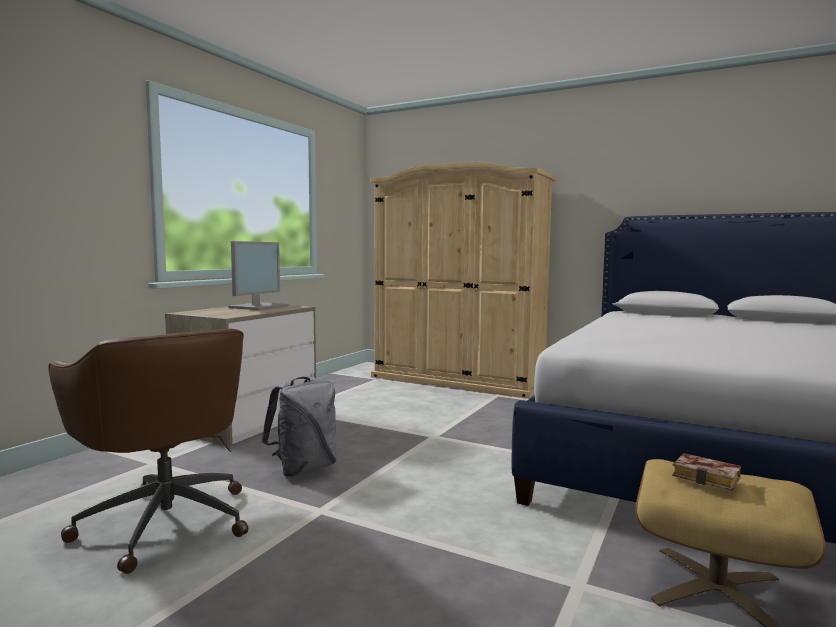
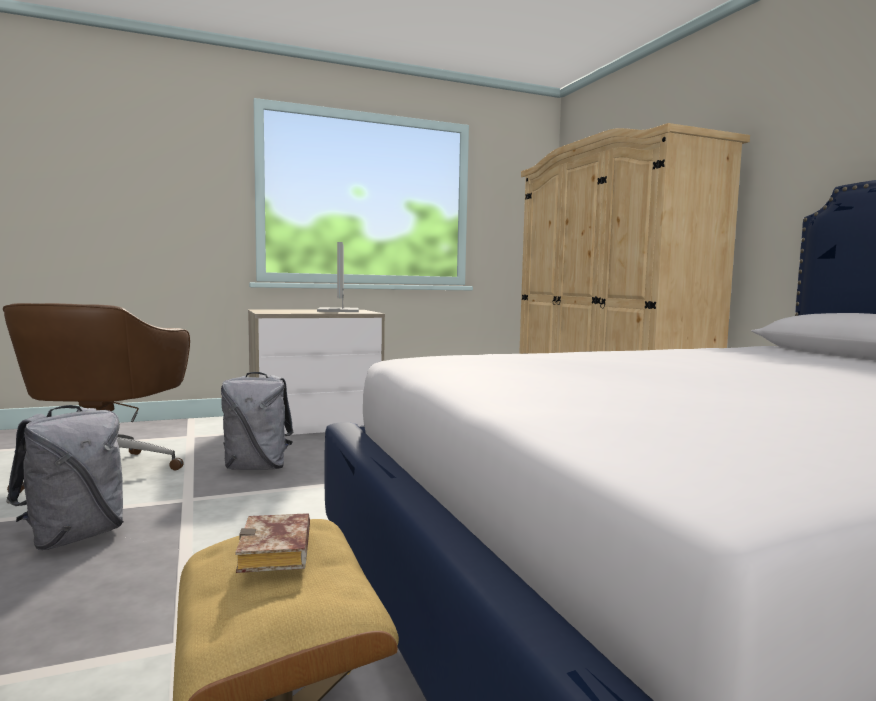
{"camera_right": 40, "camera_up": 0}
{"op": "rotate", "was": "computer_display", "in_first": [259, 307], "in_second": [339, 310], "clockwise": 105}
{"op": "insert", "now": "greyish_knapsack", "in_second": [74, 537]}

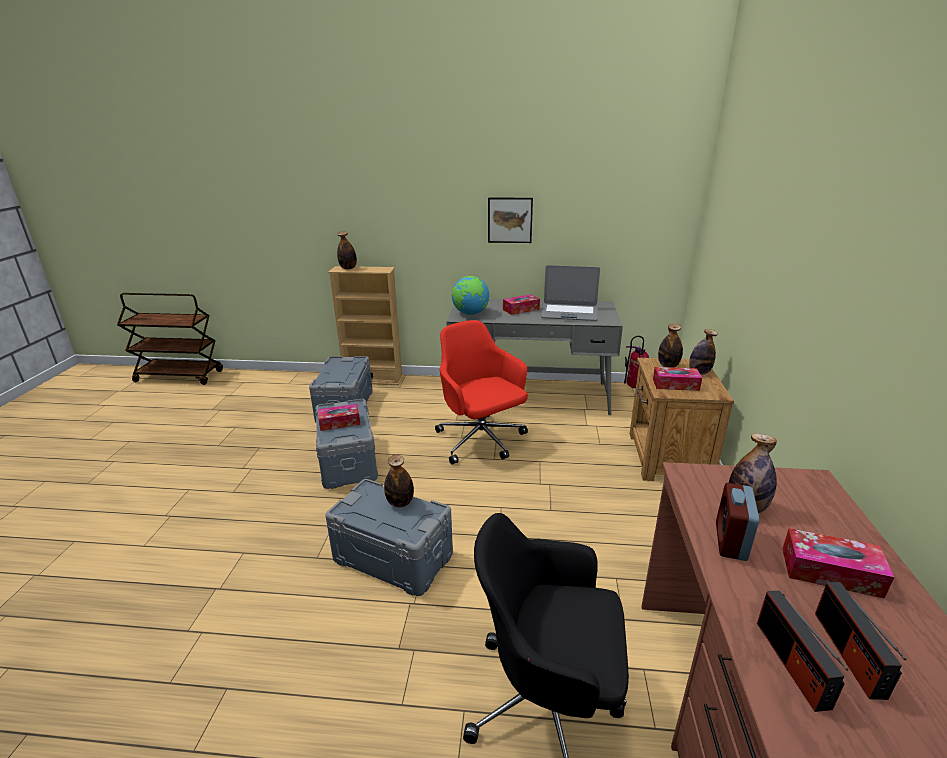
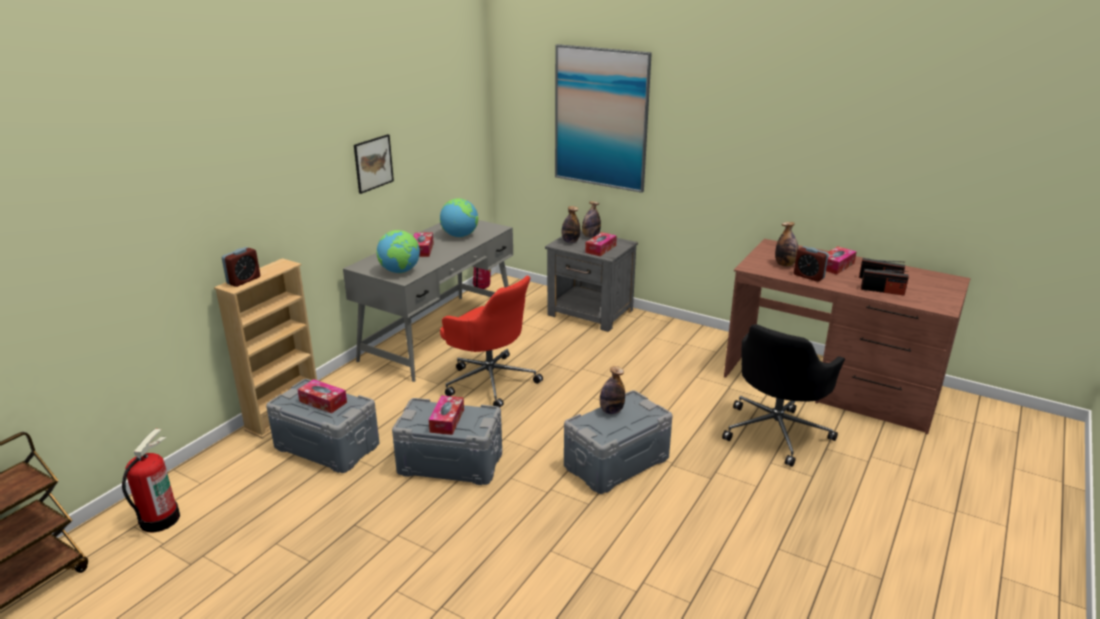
{"camera_right": -65, "camera_up": 0}
{"op": "replace", "was": "drink_bottle", "now": "bedside_clock", "in_first": [348, 268], "in_second": [244, 280]}
{"op": "rotate", "was": "red-coloured_computer_chair", "in_first": [481, 440], "in_second": [490, 380], "clockwise": -135}
{"op": "replace", "was": "laptop", "now": "world_globe", "in_first": [569, 313], "in_second": [460, 236]}
{"op": "recolor", "was": "brown-coloured_nightstand", "now": "greyish_nightstand", "in_first": [667, 457], "in_second": [590, 313]}
{"op": "insert", "now": "fire_extinguisher", "in_second": [159, 519]}
{"op": "insert", "now": "tissue_box", "in_second": [323, 402]}
{"op": "insert", "now": "picture", "in_second": [601, 118]}

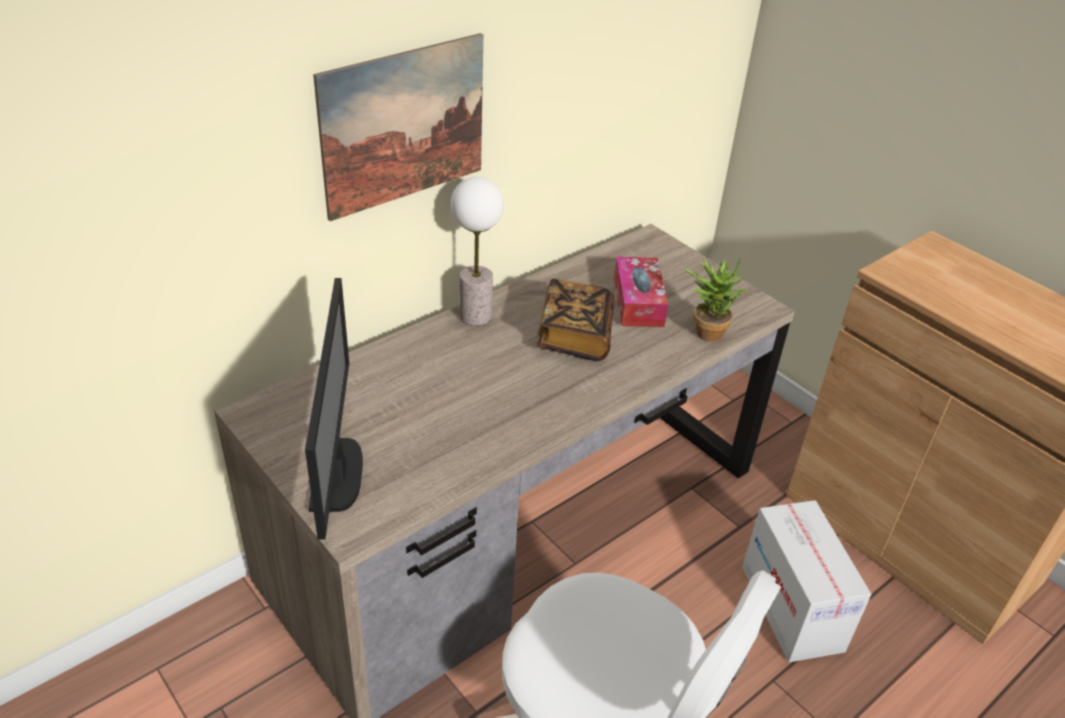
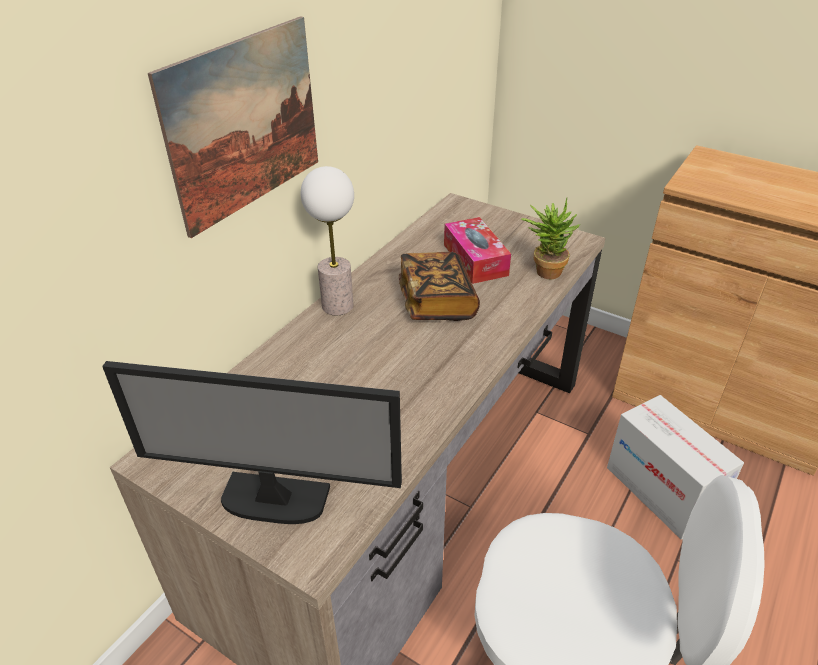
{"camera_right": -15, "camera_up": 0}
{"op": "rotate", "was": "computer_display", "in_first": [338, 475], "in_second": [274, 500], "clockwise": 120}

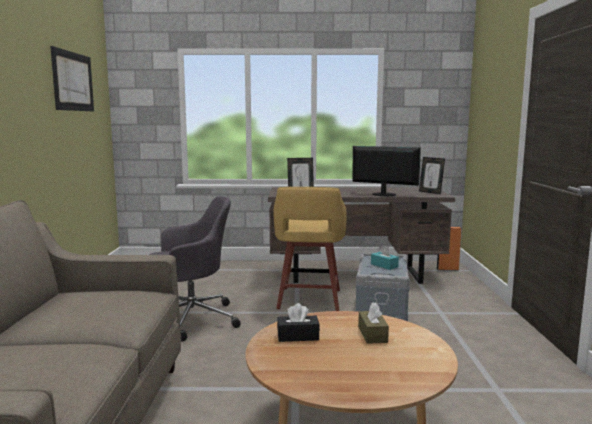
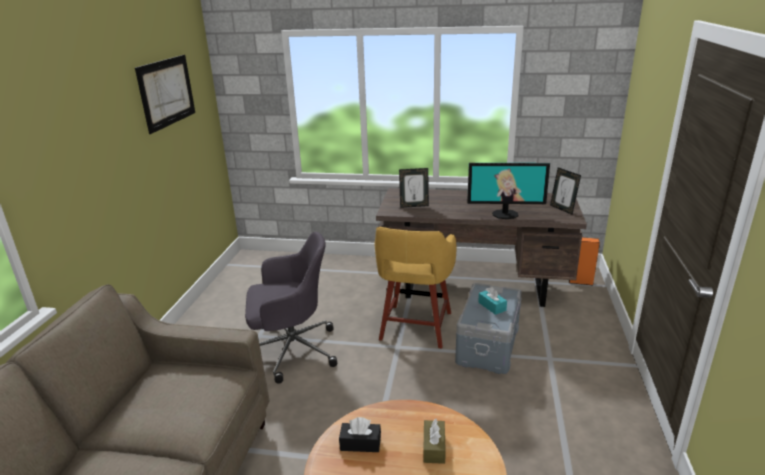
{"camera_right": 10, "camera_up": 15}
{"op": "rotate", "was": "computer_display", "in_first": [383, 194], "in_second": [505, 214], "clockwise": 150}

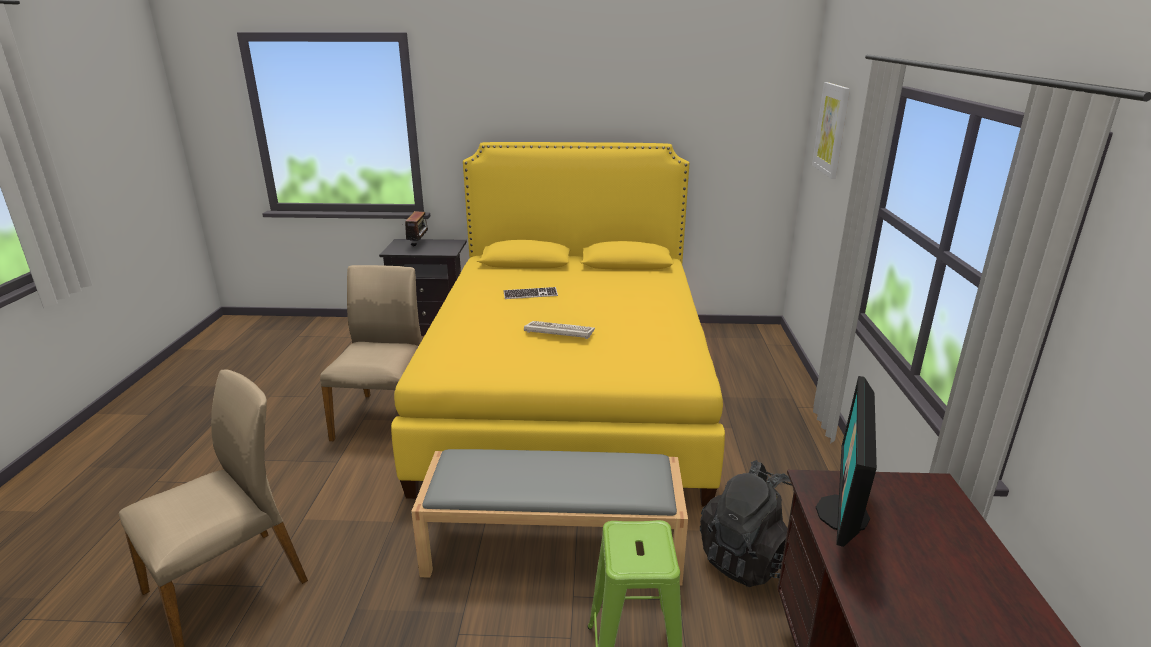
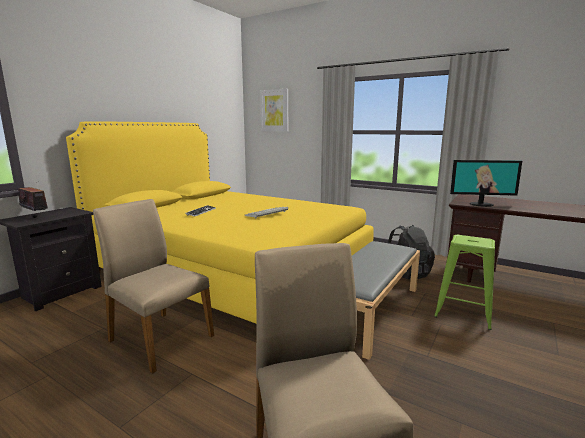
{"camera_right": -60, "camera_up": -10}
{"op": "rotate", "was": "computer_display", "in_first": [843, 514], "in_second": [481, 204], "clockwise": -45}

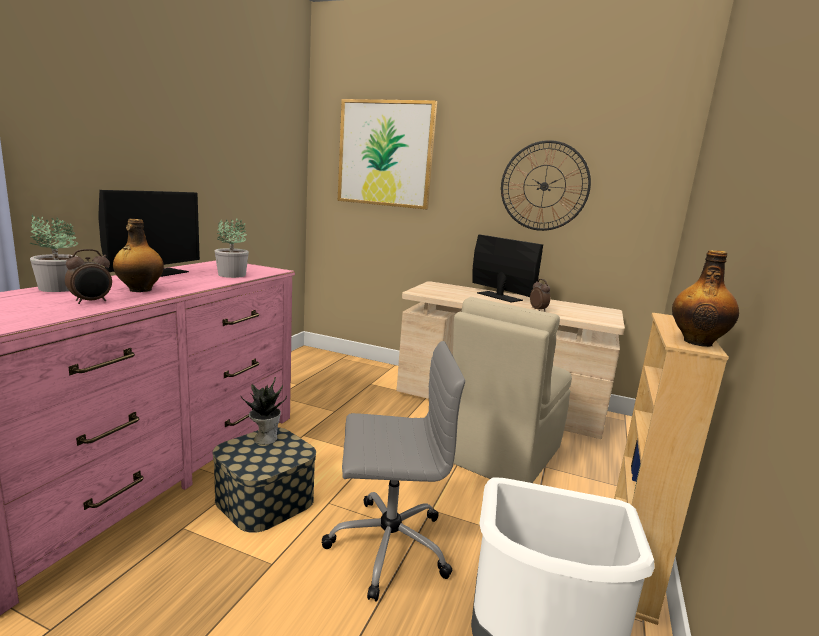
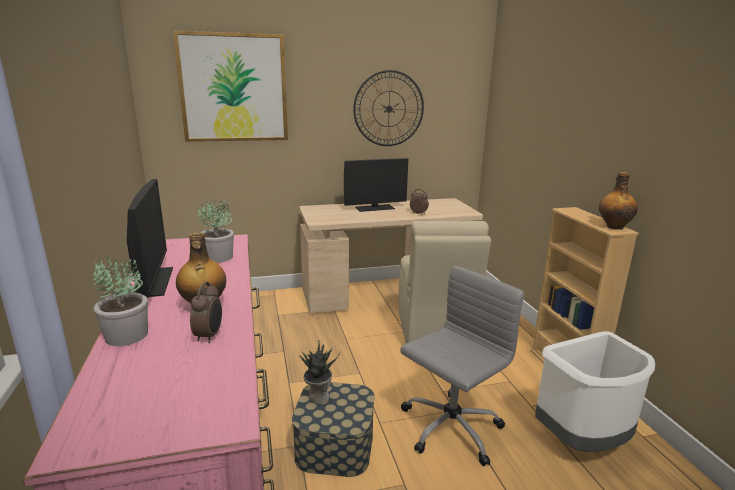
{"camera_right": -35, "camera_up": 5}
{"op": "rotate", "was": "computer_display", "in_first": [499, 296], "in_second": [374, 208], "clockwise": 150}

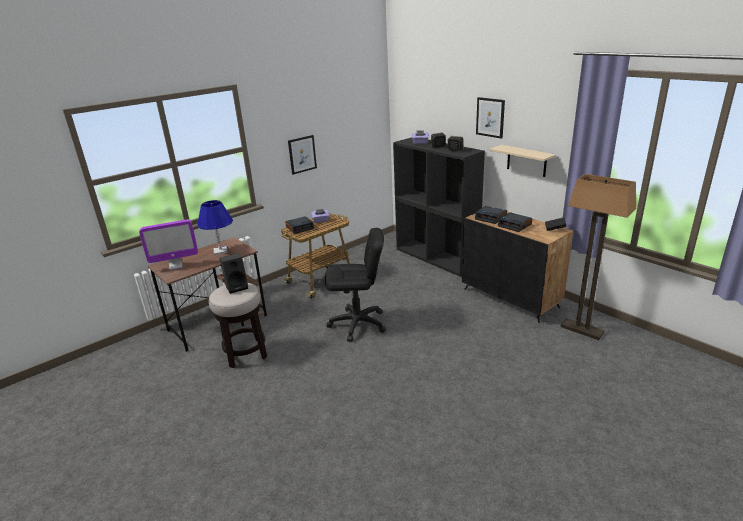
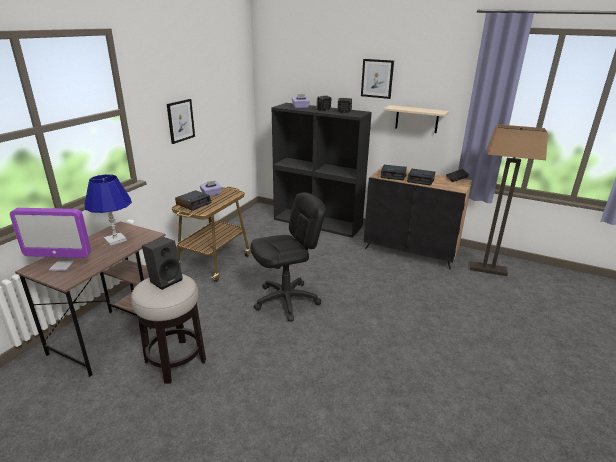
{"camera_right": -25, "camera_up": 0}
{"op": "rotate", "was": "computer_display", "in_first": [175, 266], "in_second": [62, 266], "clockwise": 45}

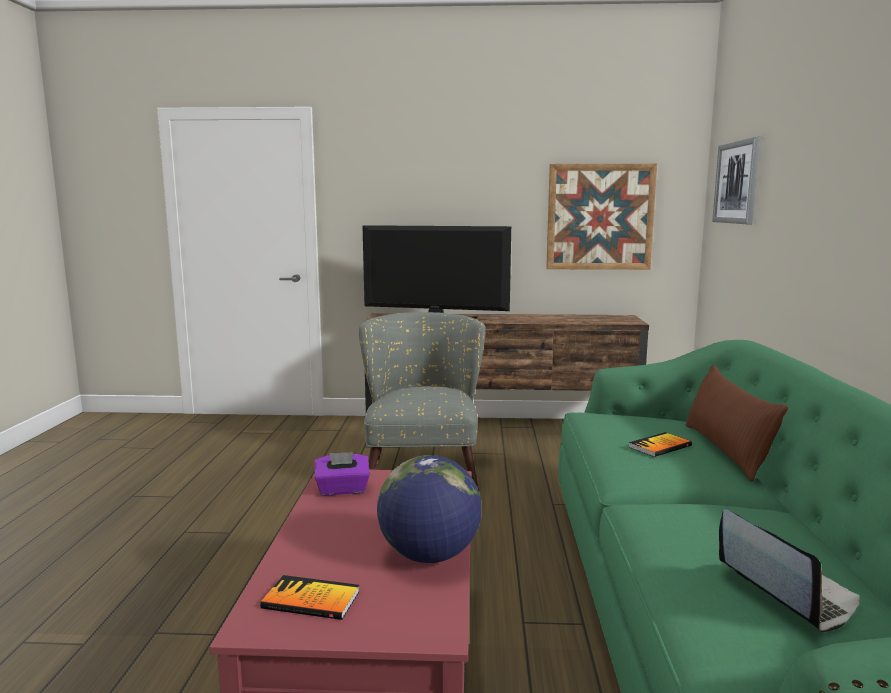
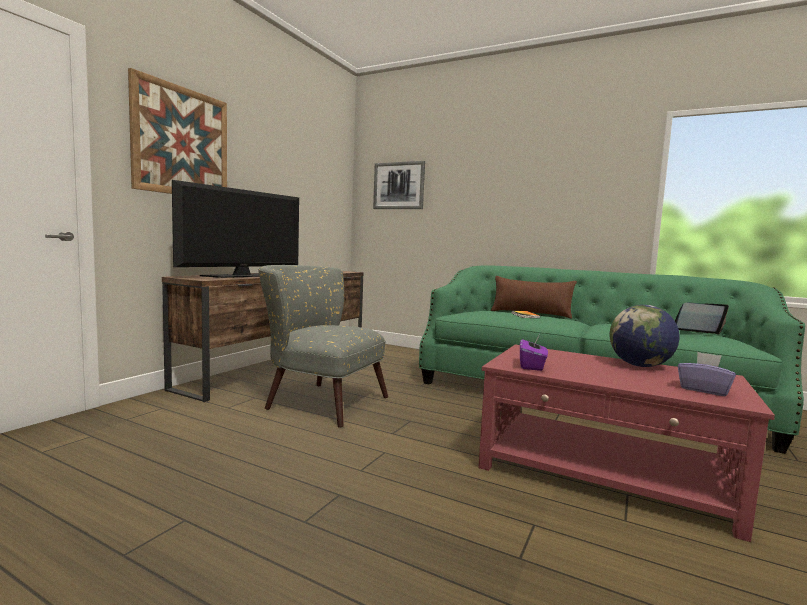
{"camera_right": -65, "camera_up": -5}
{"op": "replace", "was": "bound_book", "now": "purplish_tissue_box", "in_first": [311, 600], "in_second": [704, 390]}
{"op": "move", "was": "picture", "in_first": [600, 217], "in_second": [181, 142]}

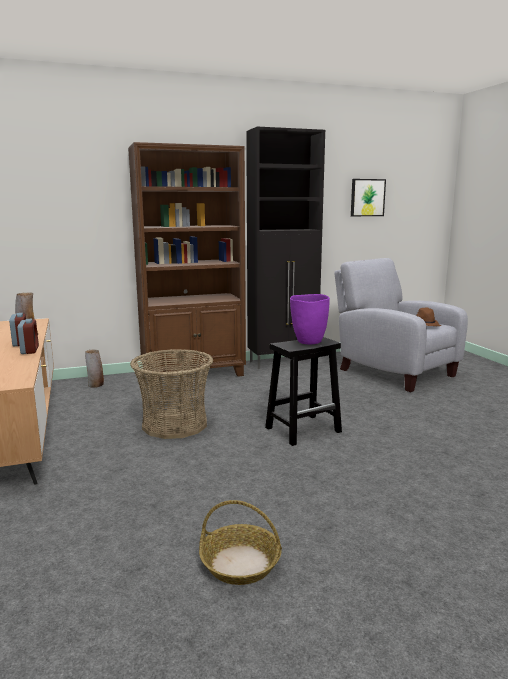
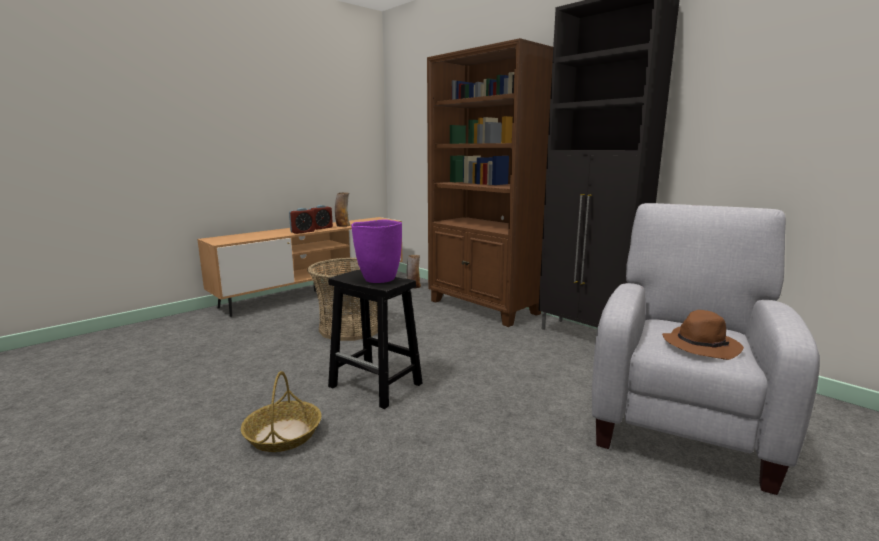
{"camera_right": 65, "camera_up": 0}
{"op": "move", "was": "basket", "in_first": [241, 563], "in_second": [283, 435]}
{"op": "delete", "was": "picture", "in_first": [367, 197]}

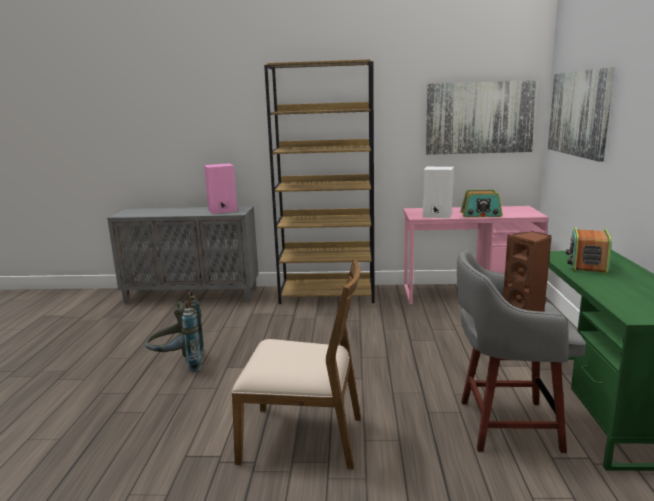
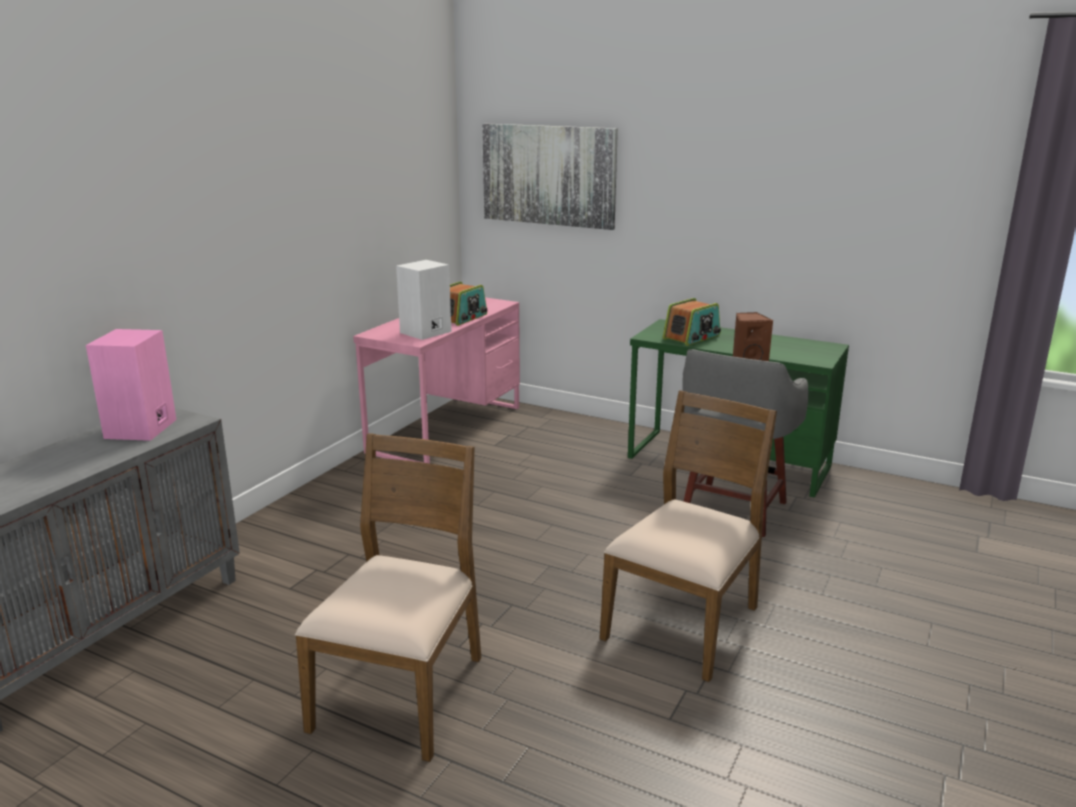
{"camera_right": -65, "camera_up": 5}
{"op": "replace", "was": "greyish_knapsack", "now": "brown-coloured_upright_chair", "in_first": [179, 364], "in_second": [402, 692]}
{"op": "delete", "was": "brown-coloured_bookshelf", "in_first": [328, 294]}
{"op": "delete", "was": "picture", "in_first": [479, 118]}
{"op": "rotate", "was": "radio_set", "in_first": [587, 265], "in_second": [692, 337], "clockwise": -90}

